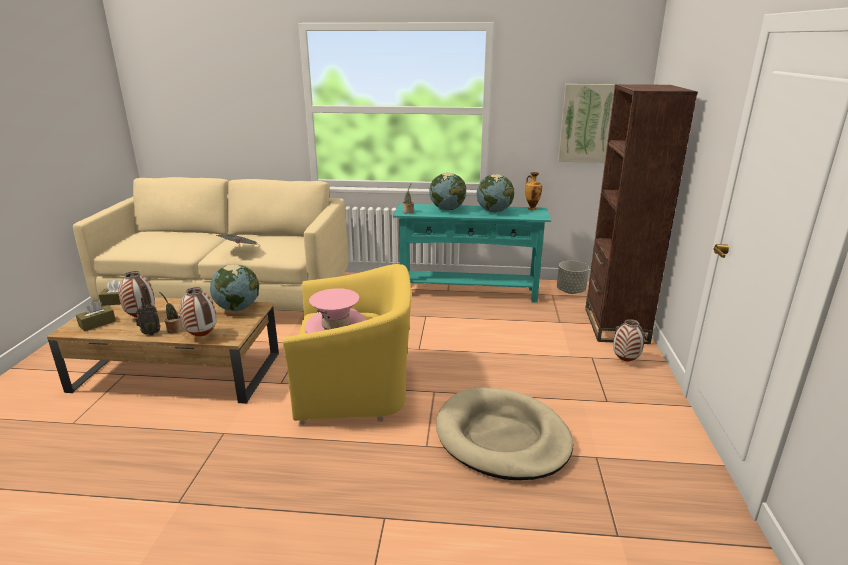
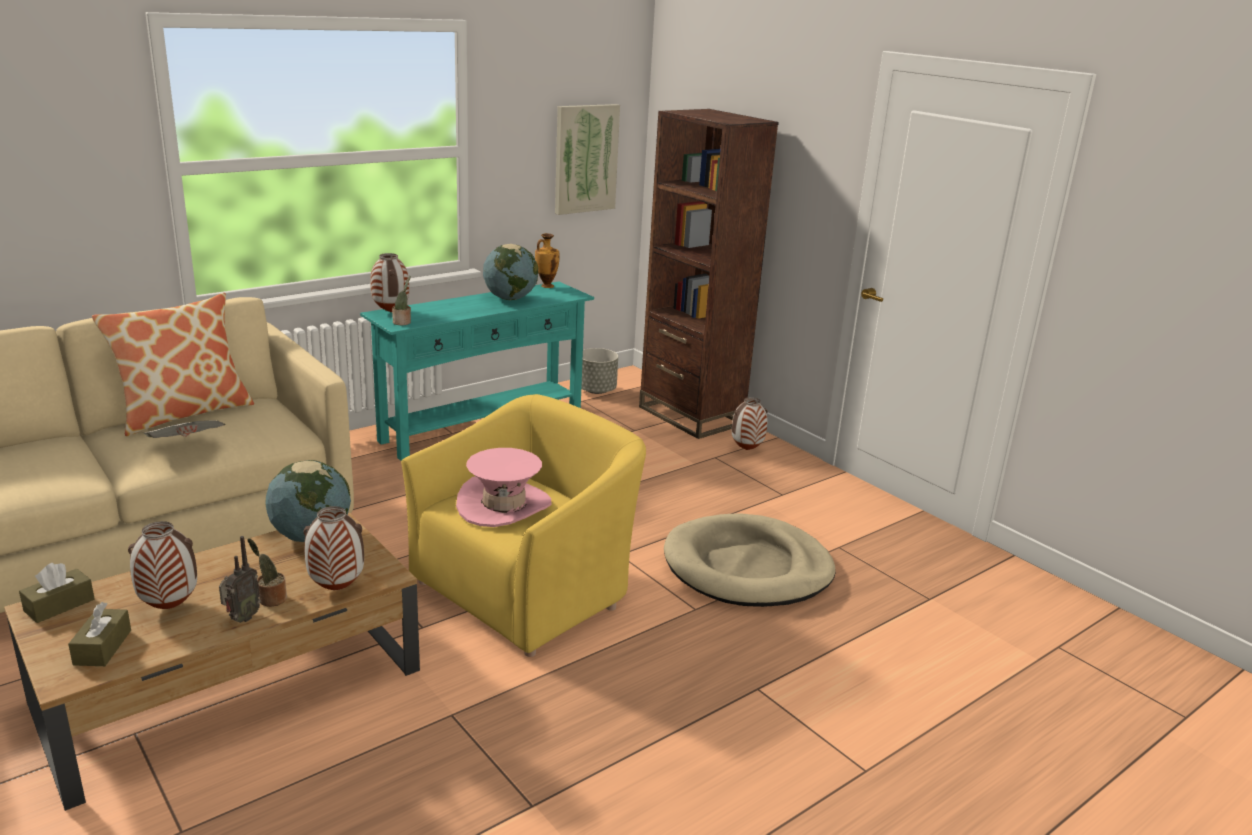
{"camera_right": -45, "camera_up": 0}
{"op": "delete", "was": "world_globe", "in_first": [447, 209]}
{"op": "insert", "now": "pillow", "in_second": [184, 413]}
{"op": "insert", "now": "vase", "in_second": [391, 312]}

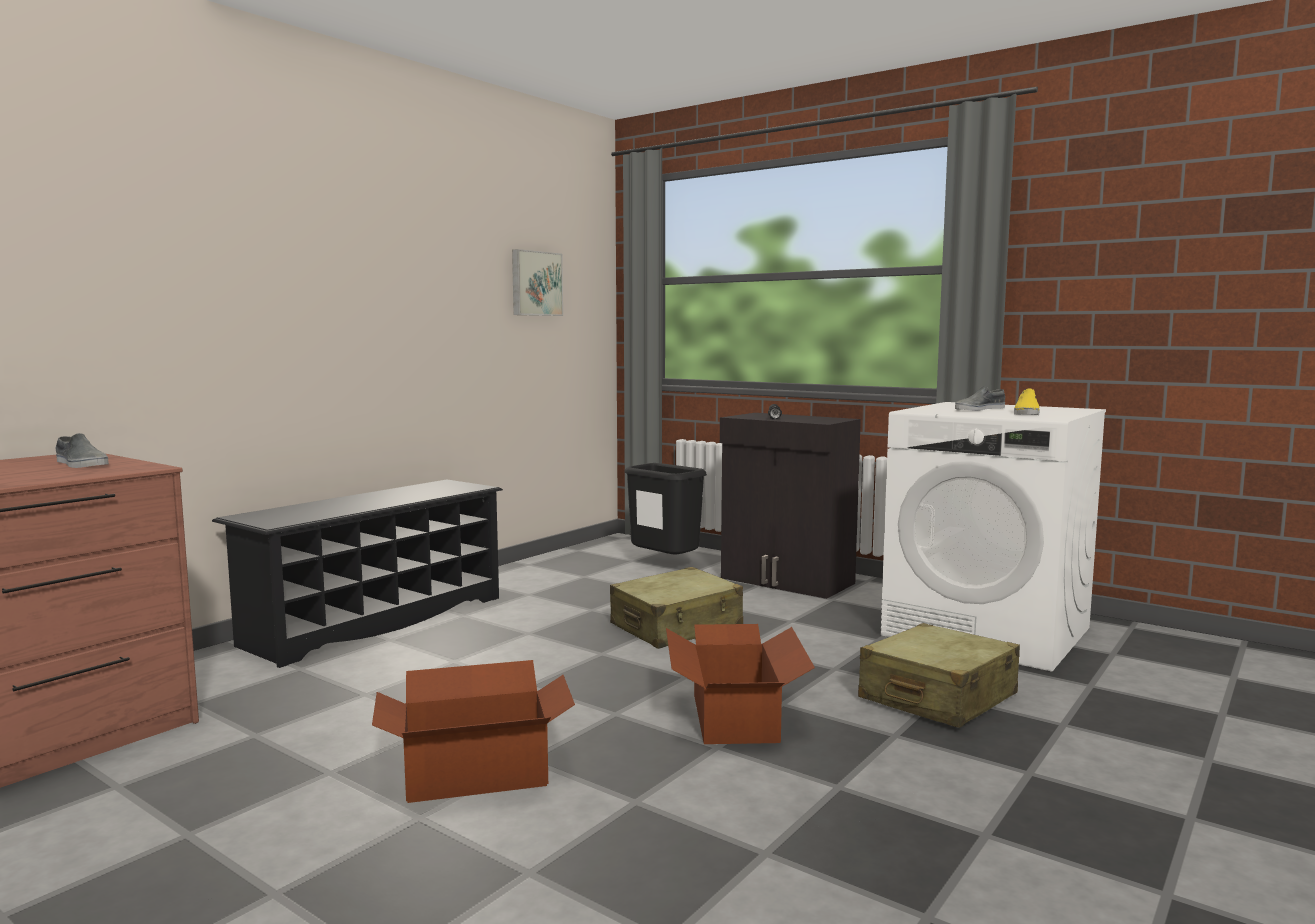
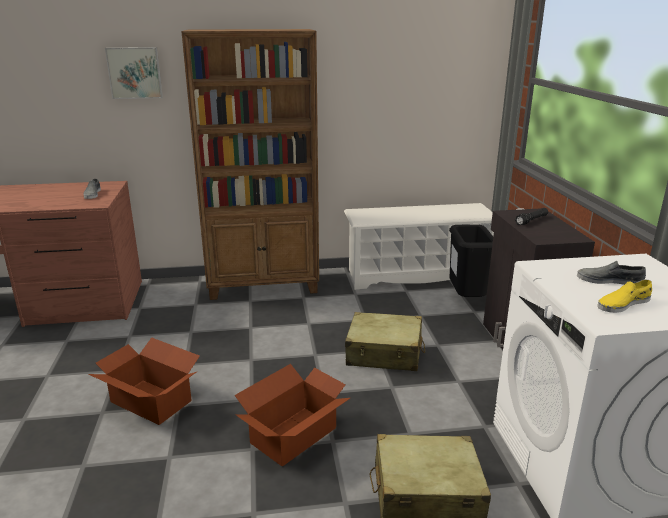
{"camera_right": 45, "camera_up": 15}
{"op": "replace", "was": "black-coloured_shoe_rack", "now": "brown-coloured_bookshelf", "in_first": [376, 621], "in_second": [264, 285]}
{"op": "move", "was": "picture", "in_first": [535, 283], "in_second": [135, 72]}
{"op": "insert", "now": "white-coloured_shoe_rack", "in_second": [417, 275]}

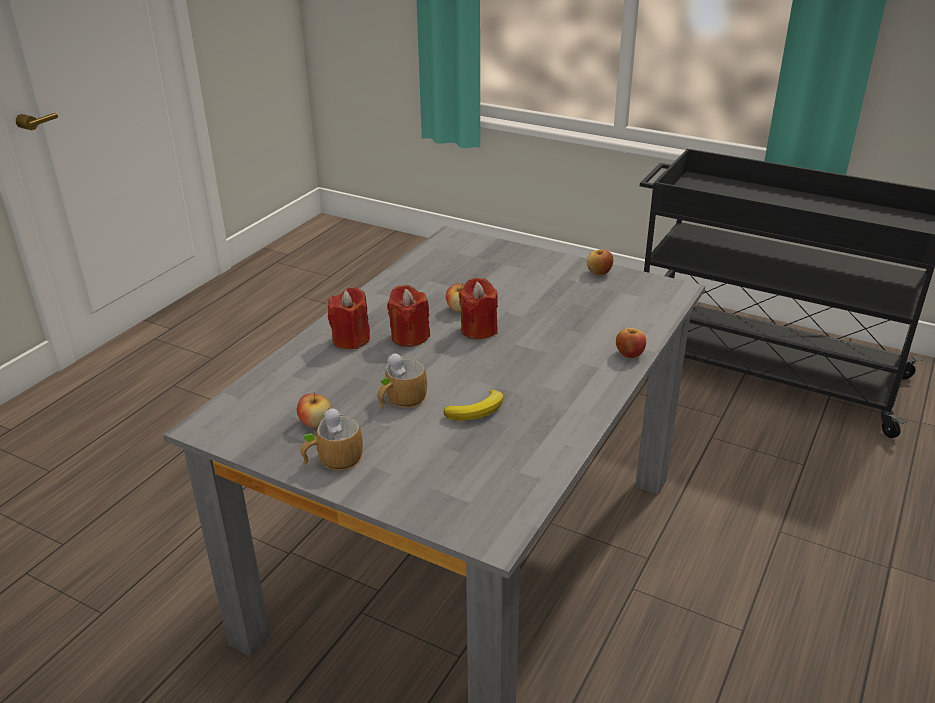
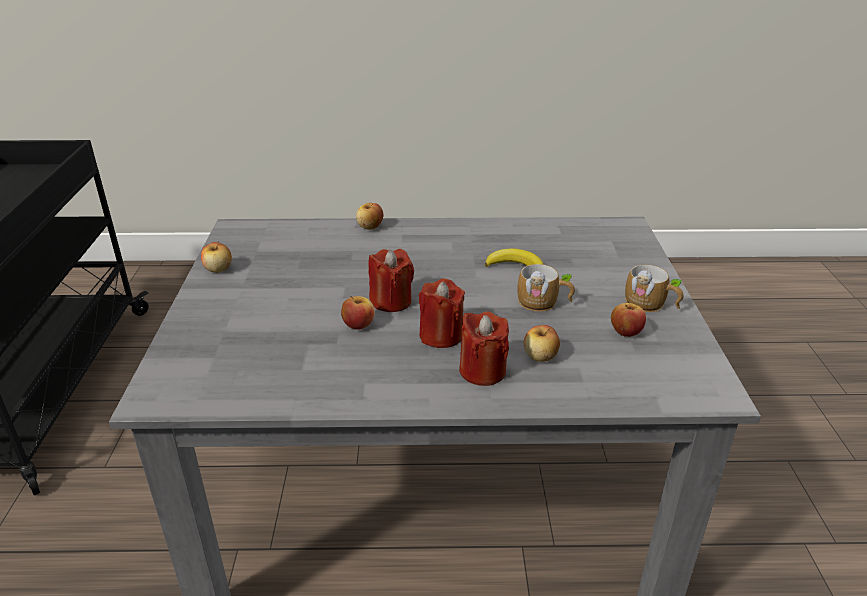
{"camera_right": -120, "camera_up": 0}
{"op": "insert", "now": "apple_fruit", "in_second": [540, 357]}

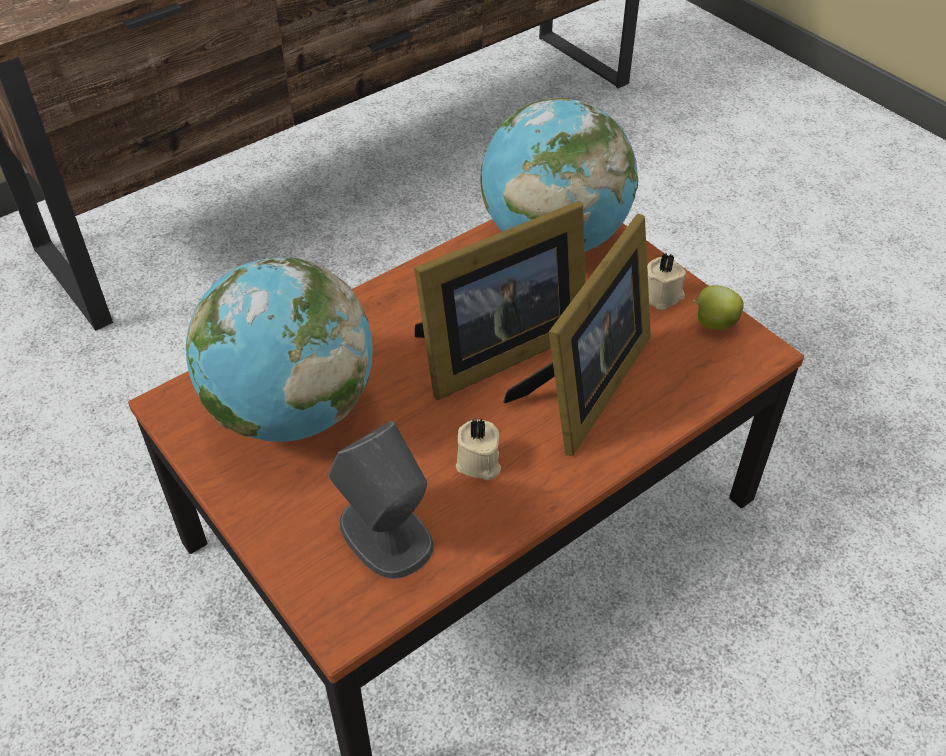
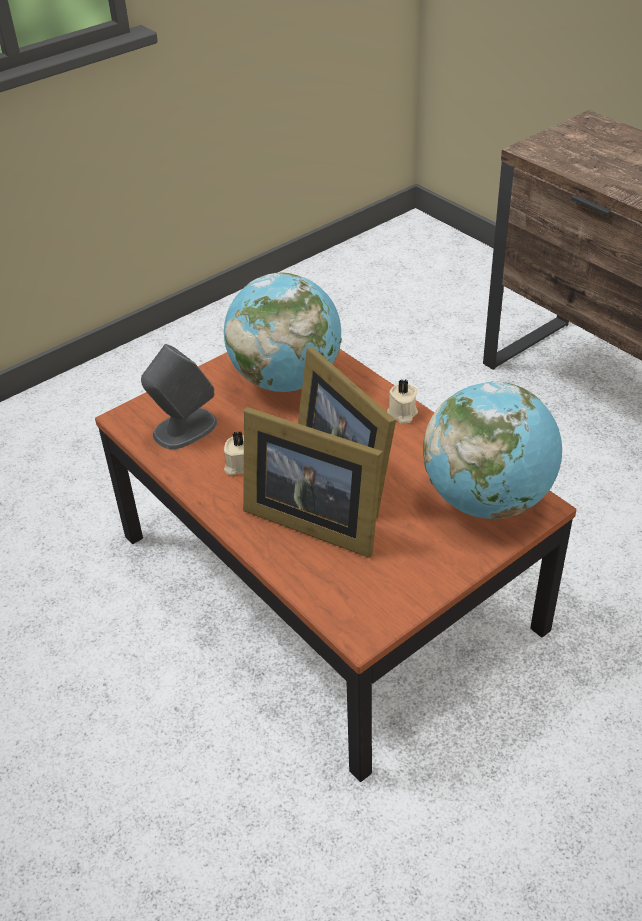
{"camera_right": 90, "camera_up": -5}
{"op": "move", "was": "sand-coloured_wax_light", "in_first": [663, 296], "in_second": [402, 414]}
{"op": "delete", "was": "apple_fruit", "in_first": [713, 323]}

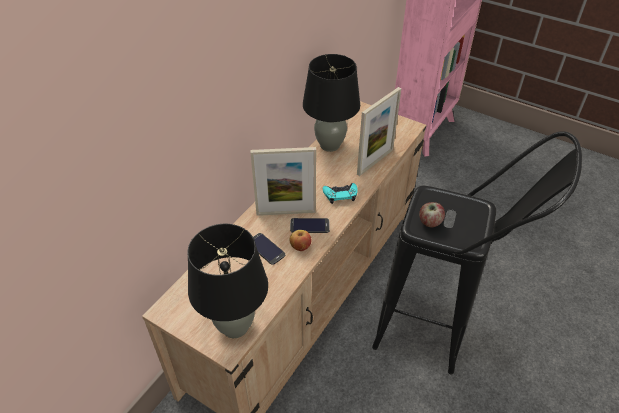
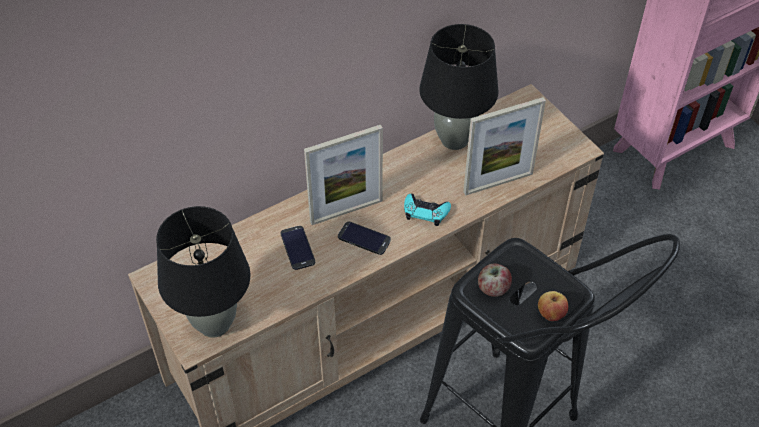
{"camera_right": 25, "camera_up": 5}
{"op": "rotate", "was": "picture_frame", "in_first": [286, 212], "in_second": [346, 211], "clockwise": -45}
{"op": "move", "was": "apple_fruit", "in_first": [300, 246], "in_second": [551, 314]}

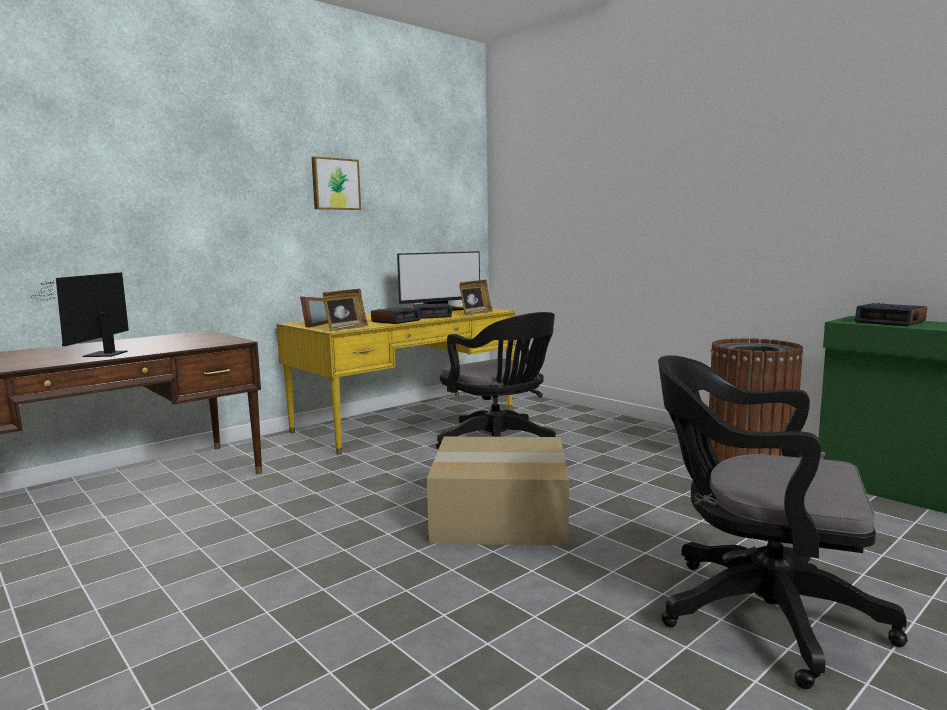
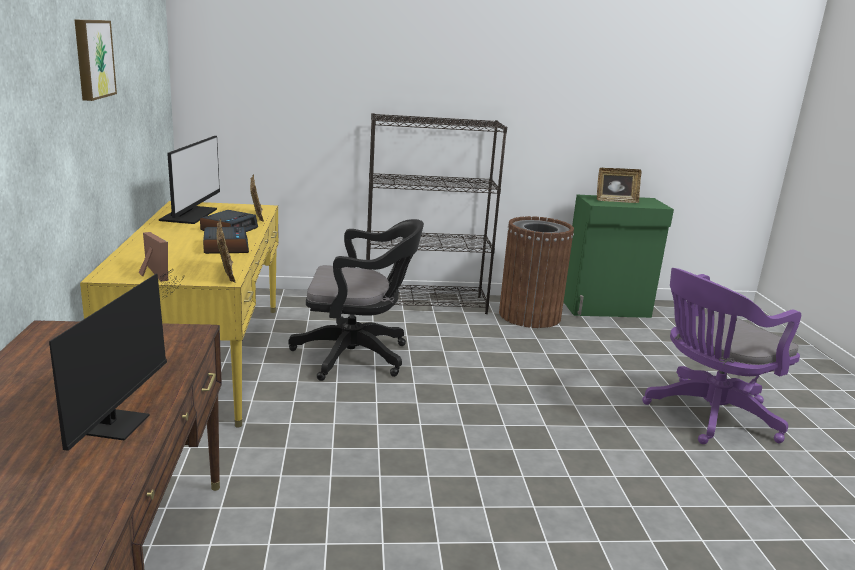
{"camera_right": -55, "camera_up": 10}
{"op": "rotate", "was": "computer_display", "in_first": [100, 355], "in_second": [122, 420], "clockwise": -120}
{"op": "delete", "was": "packing_box", "in_first": [498, 516]}
{"op": "recolor", "was": "black-coloured_computer_chair", "now": "purplish_computer_chair", "in_first": [756, 613], "in_second": [707, 415]}
{"op": "replace", "was": "bedside_clock", "now": "picture_frame", "in_first": [891, 322], "in_second": [616, 201]}
{"op": "insert", "now": "black-coloured_bookshelf", "in_second": [425, 303]}

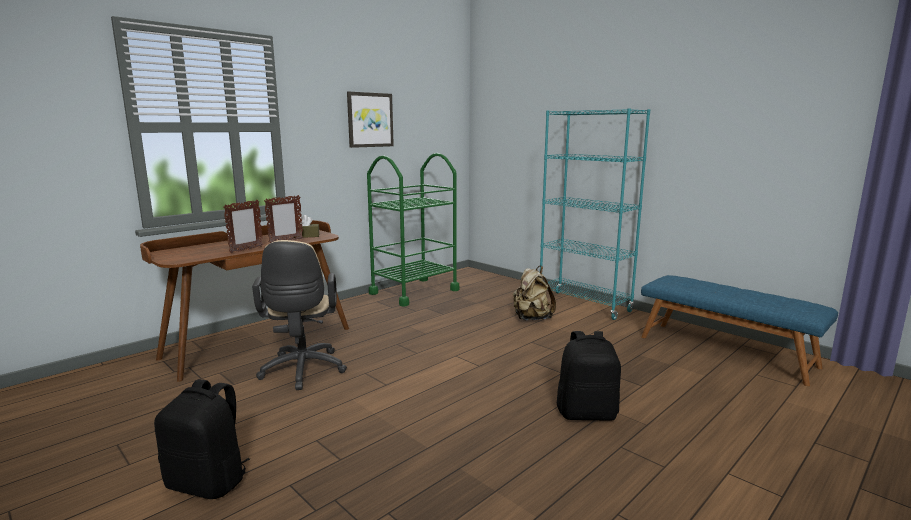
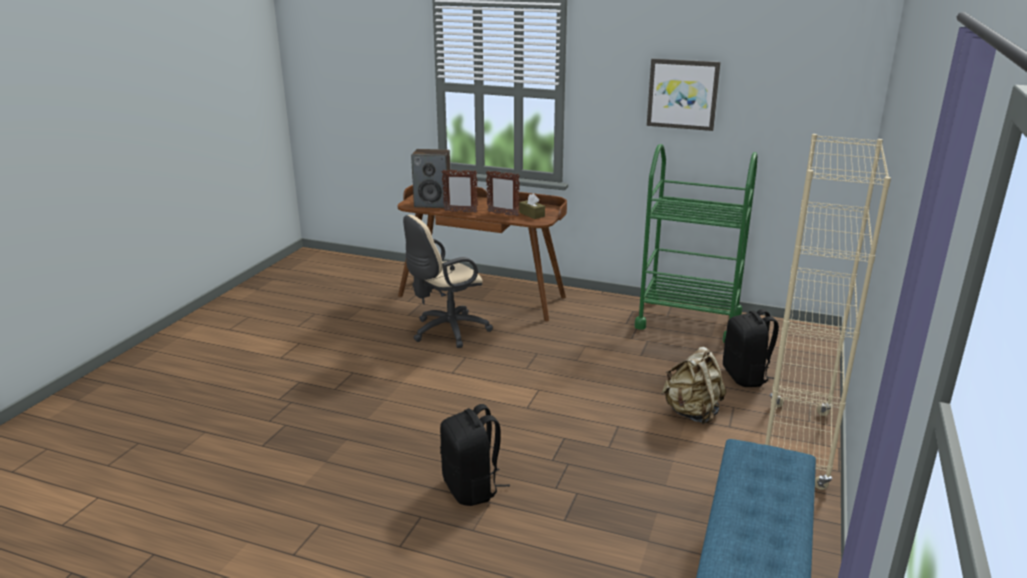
{"camera_right": 65, "camera_up": 10}
{"op": "move", "was": "black-coloured_knapsack", "in_first": [209, 482], "in_second": [746, 377]}
{"op": "recolor", "was": "turquoise_bookshelf", "now": "sand-coloured_bookshelf", "in_first": [584, 305], "in_second": [796, 445]}
{"op": "insert", "now": "loudspeaker", "in_second": [433, 204]}

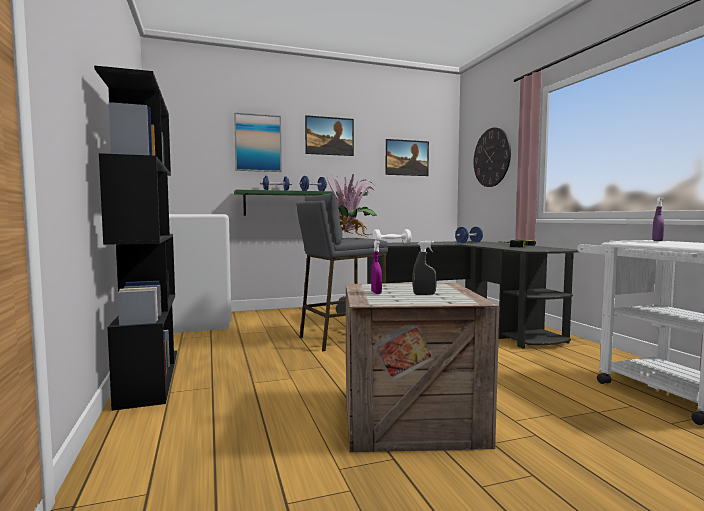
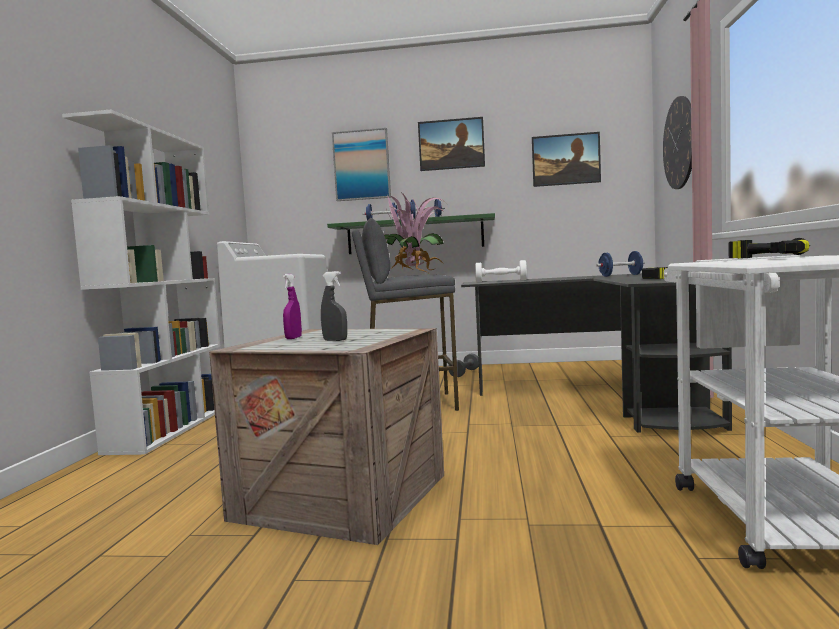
{"camera_right": 25, "camera_up": 0}
{"op": "recolor", "was": "black-coloured_bookshelf", "now": "white-coloured_bookshelf", "in_first": [149, 376], "in_second": [169, 428]}
{"op": "replace", "was": "purplish_hand_sprayer", "now": "electric_drill", "in_first": [657, 241], "in_second": [772, 256]}

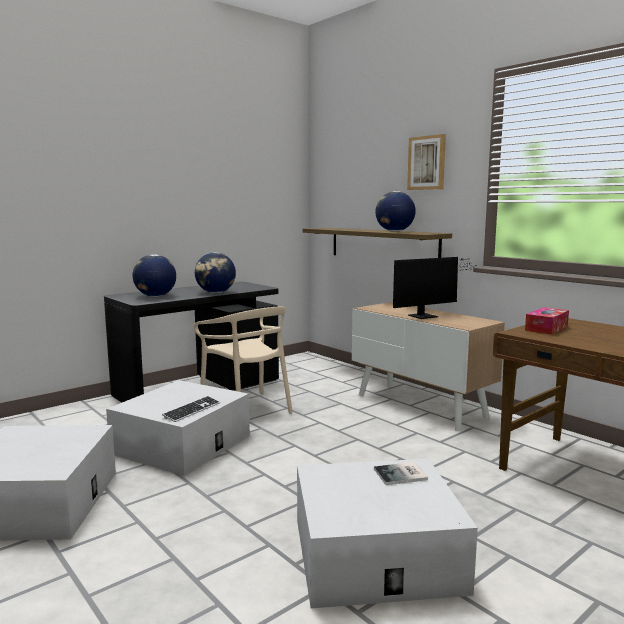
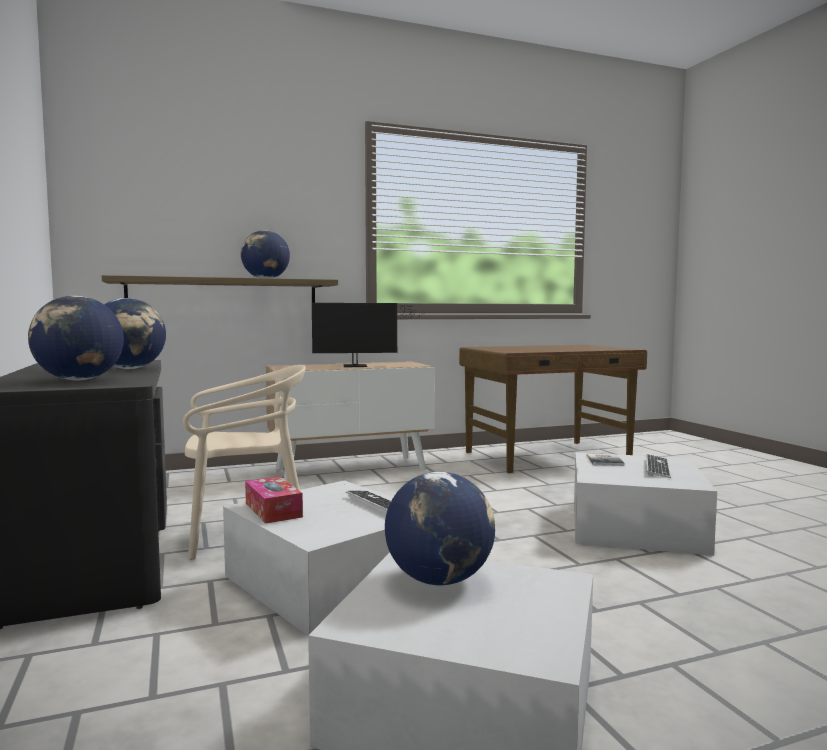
{"camera_right": -70, "camera_up": -5}
{"op": "rotate", "was": "computer_display", "in_first": [426, 316], "in_second": [359, 366], "clockwise": 90}
{"op": "delete", "was": "picture", "in_first": [427, 163]}
{"op": "move", "was": "tissue_box", "in_first": [546, 328], "in_second": [273, 510]}
{"op": "insert", "now": "world_globe", "in_second": [439, 580]}
{"op": "insert", "now": "computer_keyboard", "in_second": [657, 468]}

